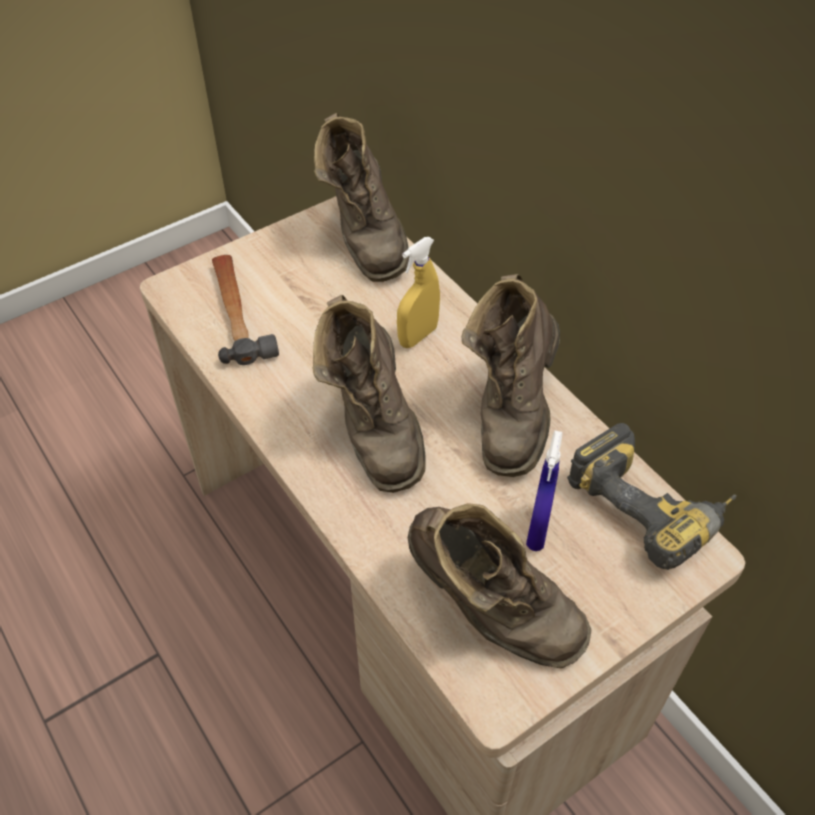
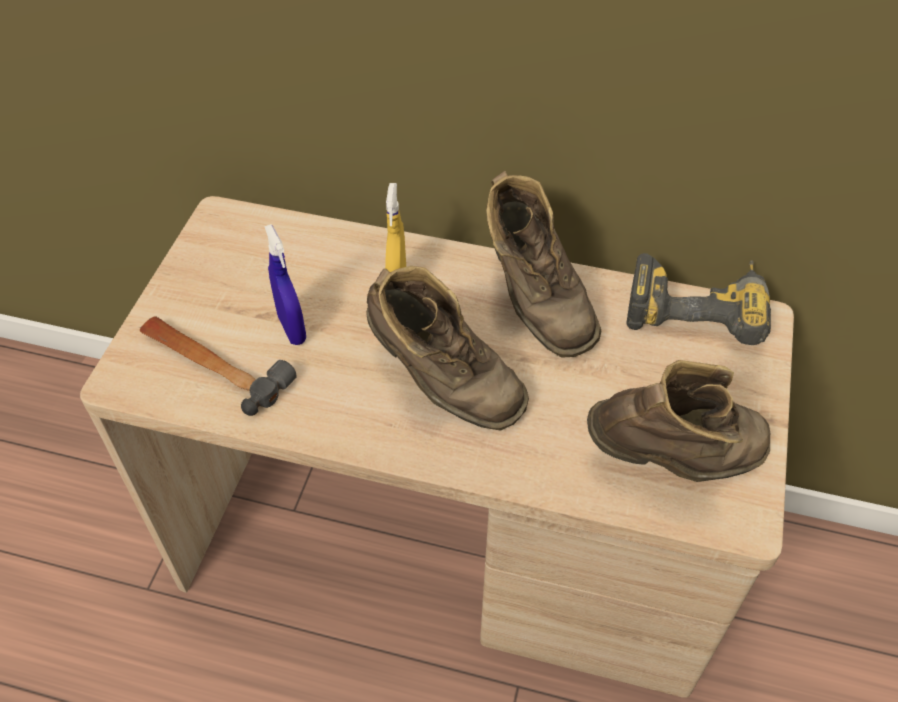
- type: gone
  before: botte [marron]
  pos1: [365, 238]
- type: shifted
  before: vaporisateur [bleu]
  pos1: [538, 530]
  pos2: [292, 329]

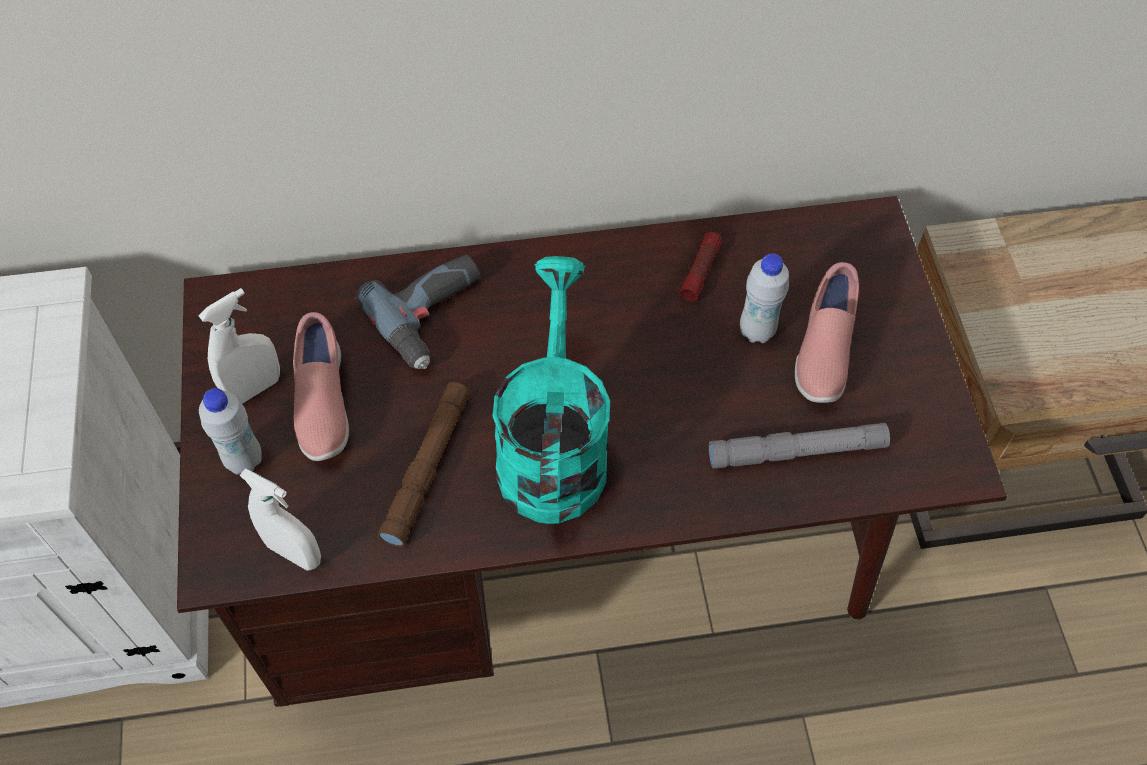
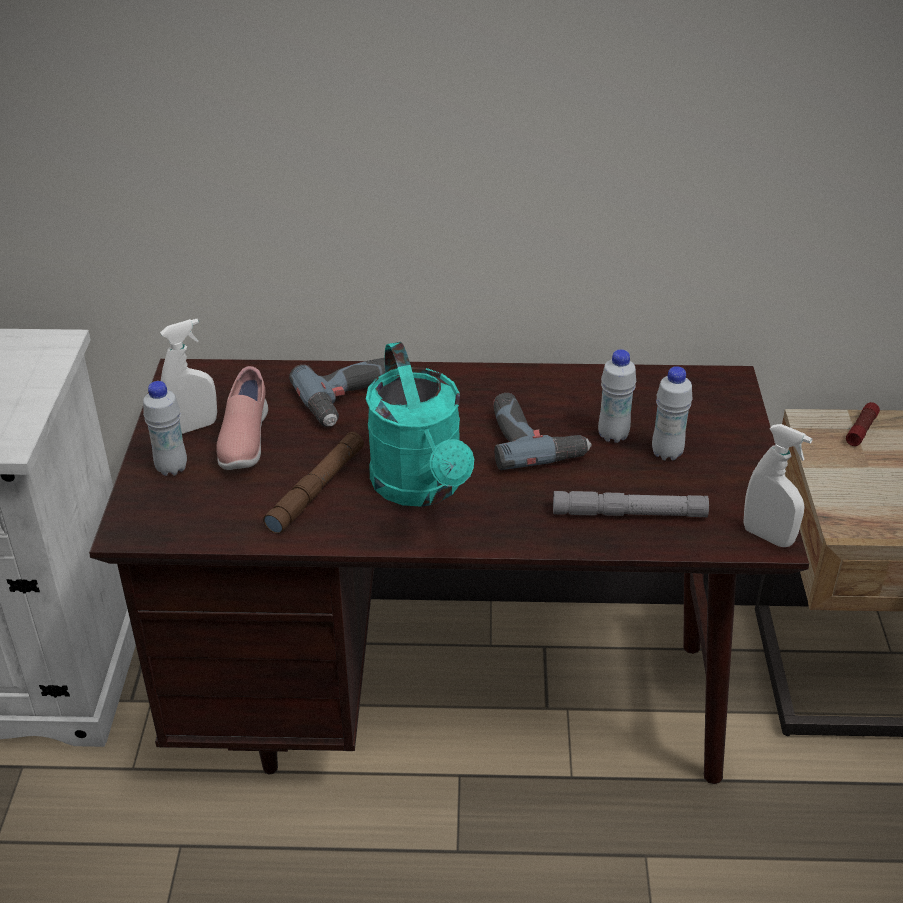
- type: shifted
  before: vaporisateur [blanc]
  pos1: [294, 553]
  pos2: [767, 536]
- type: rotated
  before: arrosoir [turquoise]
  pos1: [552, 447]
  pos2: [422, 488]
  turn: 150
- type: shifted
  before: lampe de poche
  pos1: [700, 272]
  pos2: [861, 430]
- type: swapped
  before: chaussure [rose]
  after: bouteille [blanc]
  pos1: [823, 350]
  pos2: [667, 453]
- type: new
  after: perceuse
  pos2: [533, 439]

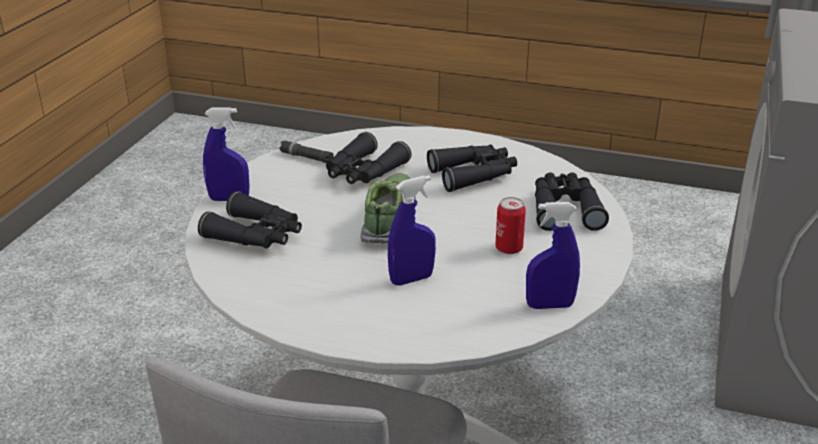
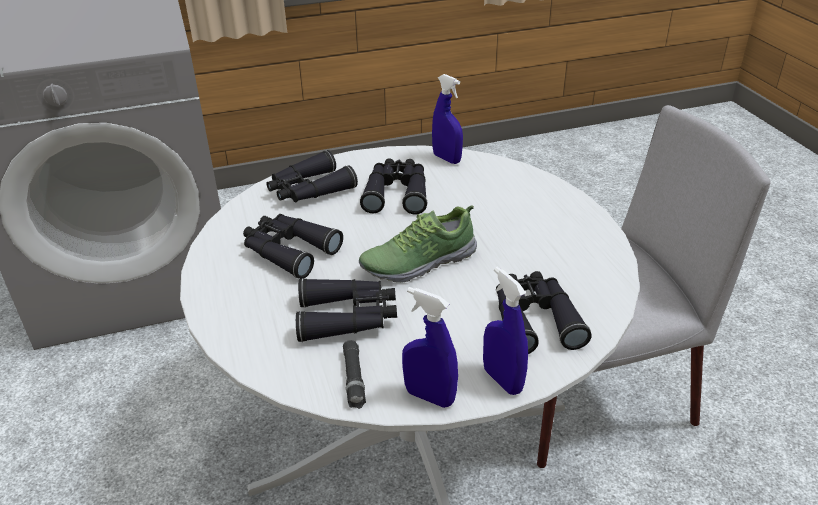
- type: shifted
  before: vaporisateur [bleu]
  pos1: [411, 279]
  pos2: [429, 397]
- type: swapped
  before: boîte métallique
  after: jumelles [noir]
  pos1: [508, 248]
  pos2: [396, 193]

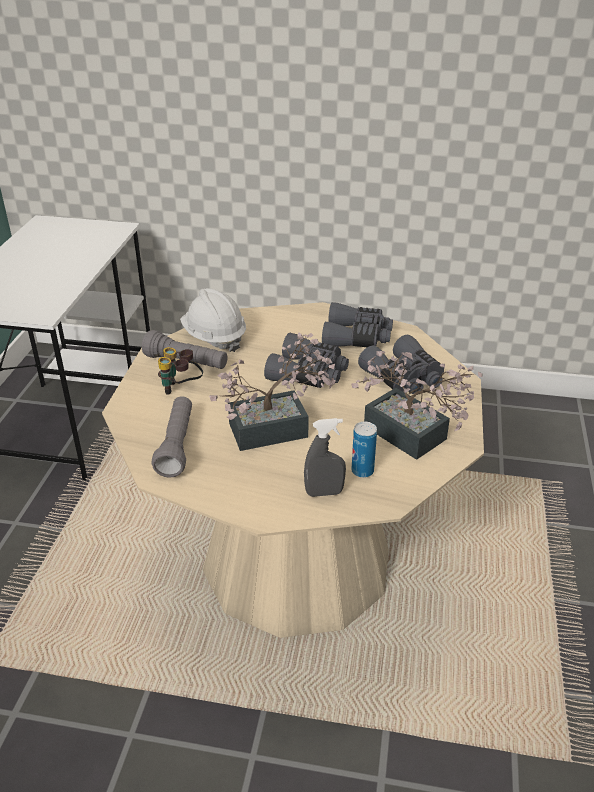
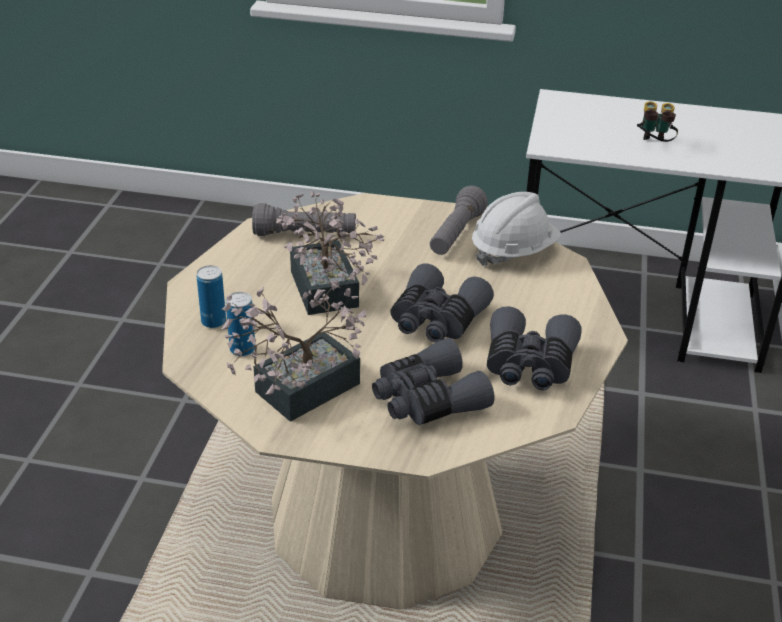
- type: shifted
  before: jumelles
  pos1: [181, 389]
  pos2: [653, 145]
- type: swapped
  before: vaporisateur [gris]
  after: boîte métallique
  pos1: [324, 493]
  pos2: [213, 322]

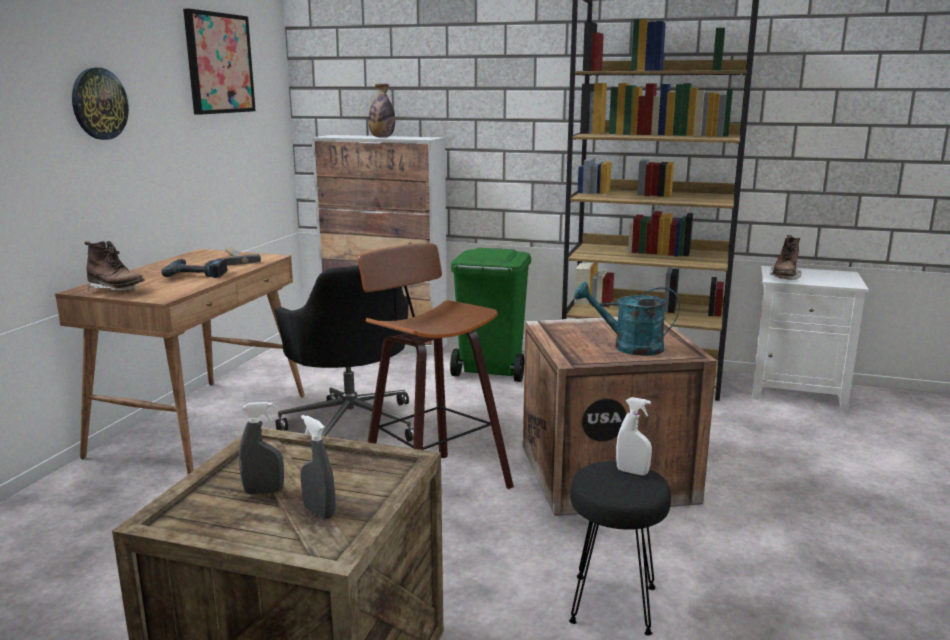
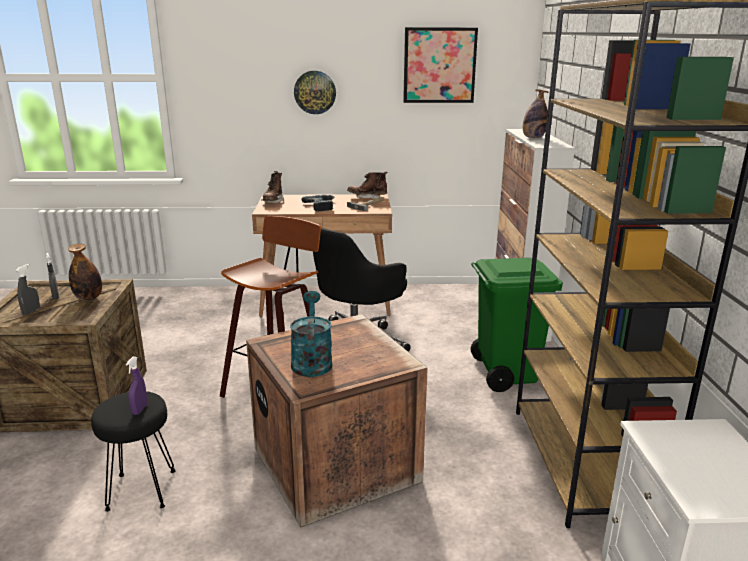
- type: repainted
  before: vaporisateur [blanc]
  after: vaporisateur [violet]
  pos1: [632, 472]
  pos2: [139, 410]
- type: shifted
  before: botte [marron]
  pos1: [784, 277]
  pos2: [367, 197]
- type: new
  after: bouteille
  pos2: [89, 298]

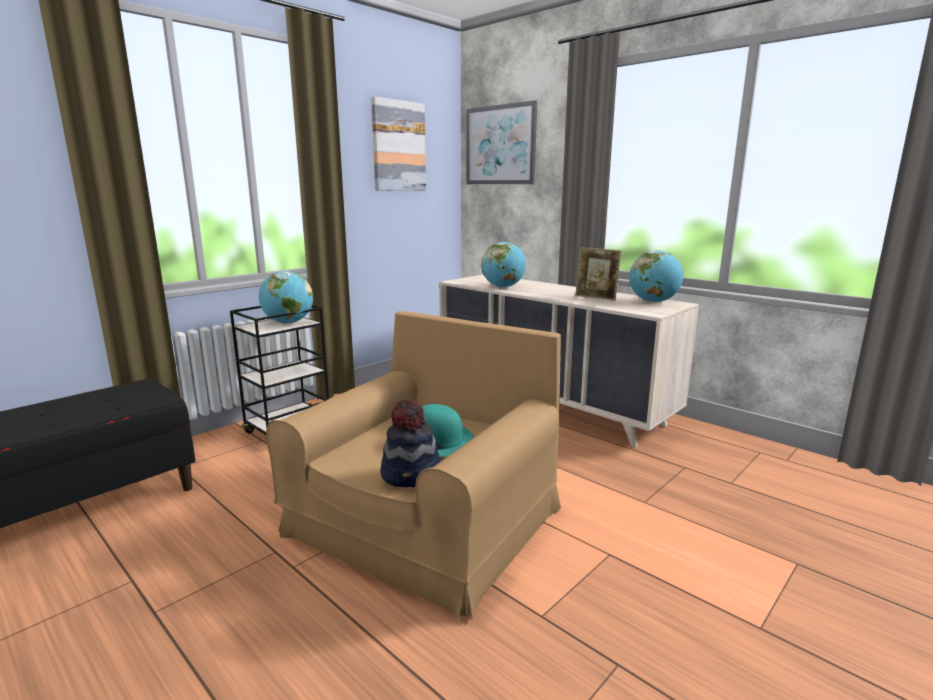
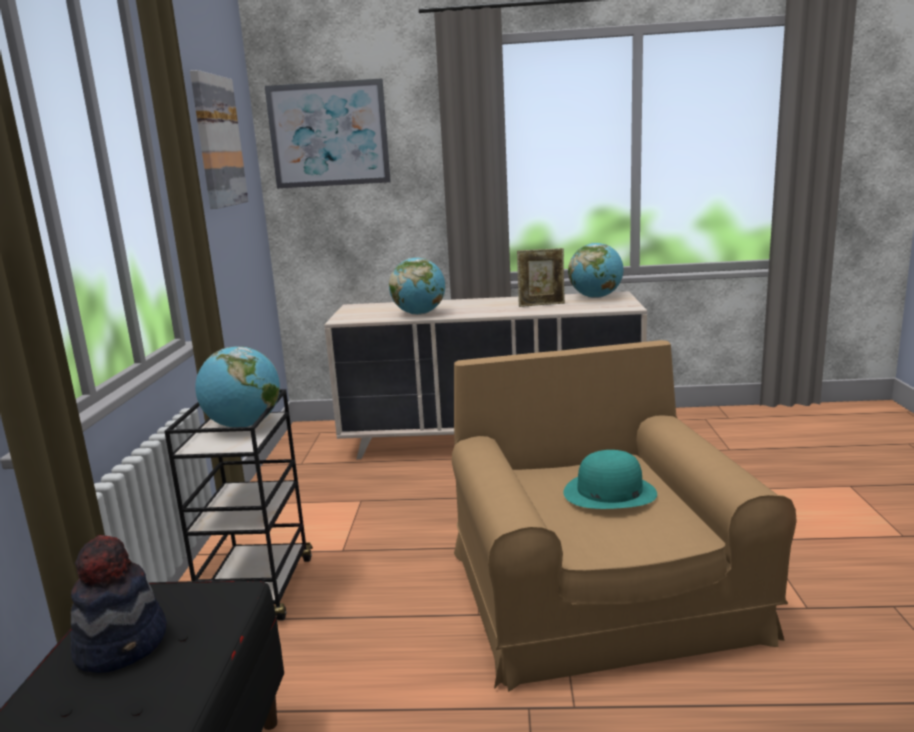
- type: shifted
  before: chapeau
  pos1: [412, 474]
  pos2: [123, 644]

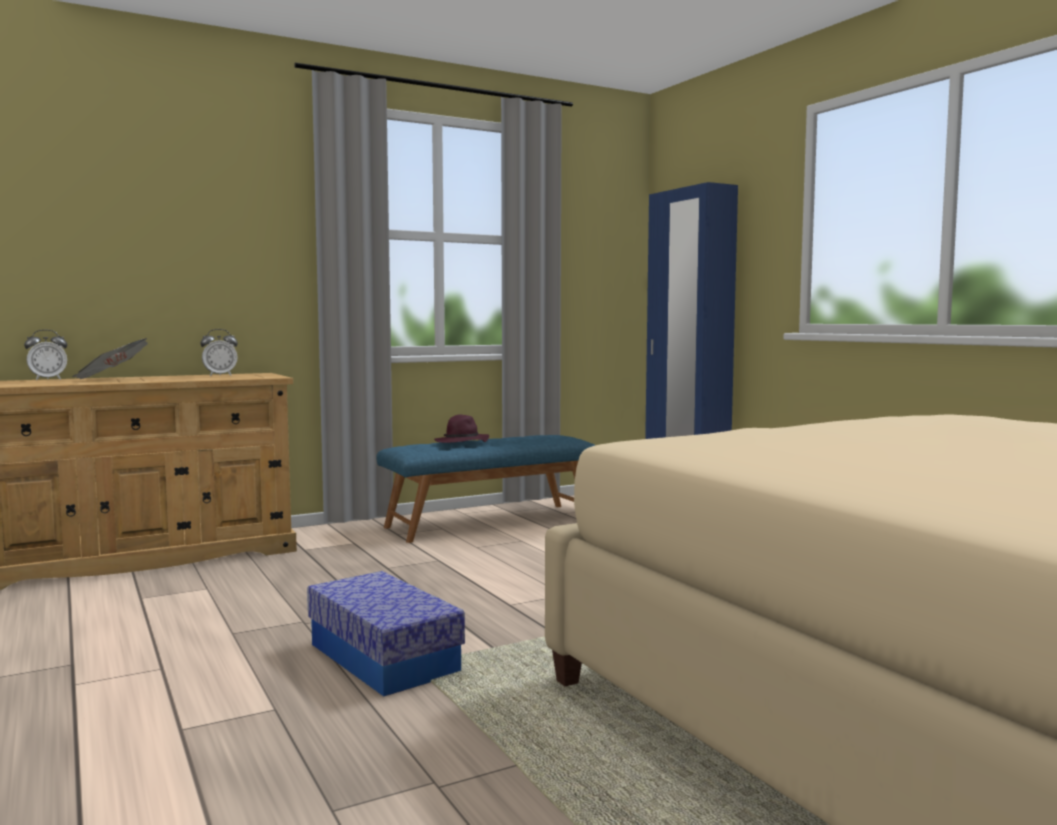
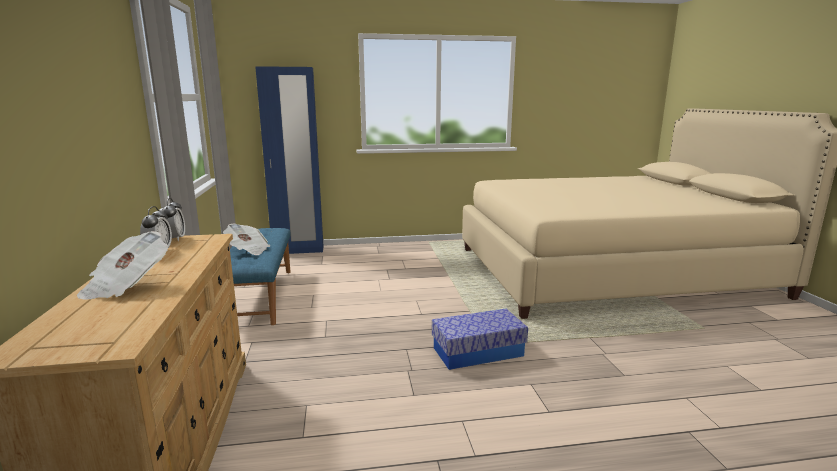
- type: shifted
  before: réveil
  pos1: [48, 379]
  pos2: [175, 239]
- type: swapped
  before: chapeau [violet]
  after: journal
  pos1: [461, 443]
  pos2: [248, 250]

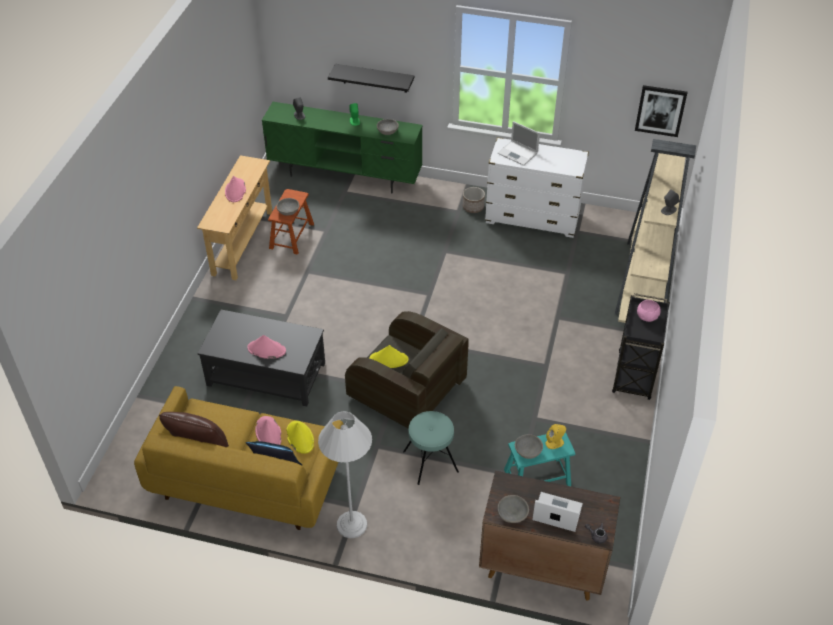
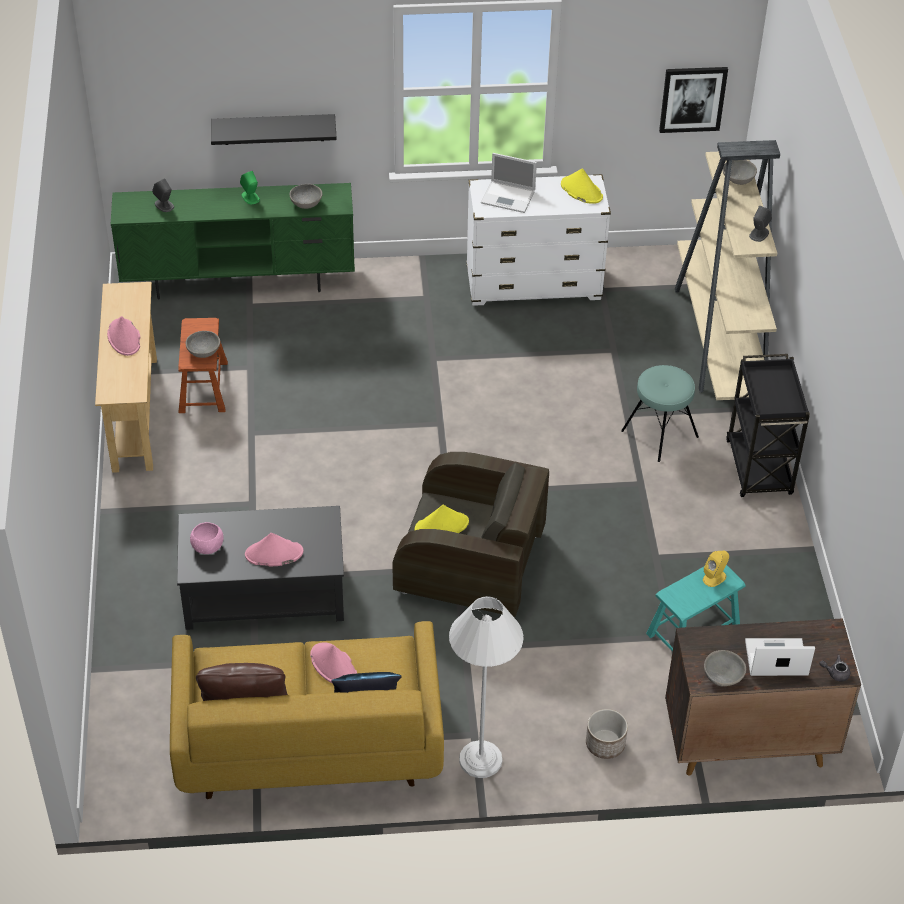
- type: shifted
  before: chapeau [jaune]
  pos1: [300, 437]
  pos2: [581, 191]
- type: shifted
  before: tabouret [turquoise]
  pos1: [430, 461]
  pos2: [660, 434]
- type: shifted
  before: cache-pot
  pos1: [473, 207]
  pos2: [605, 744]
- type: shifted
  before: bol [gris]
  pos1: [527, 451]
  pos2: [737, 179]
- type: shifted
  before: bol [rose]
  pos1: [647, 317]
  pos2: [208, 546]

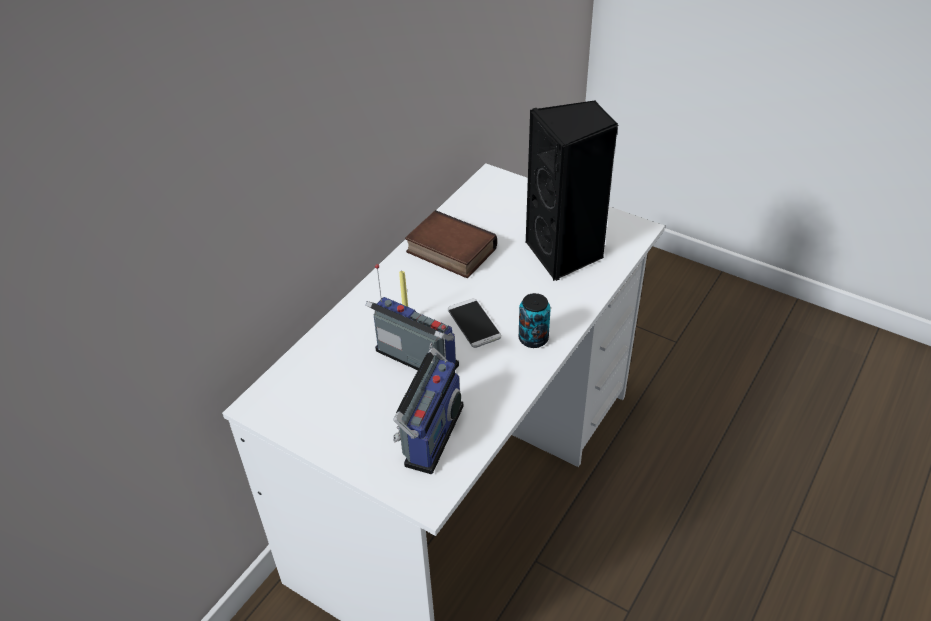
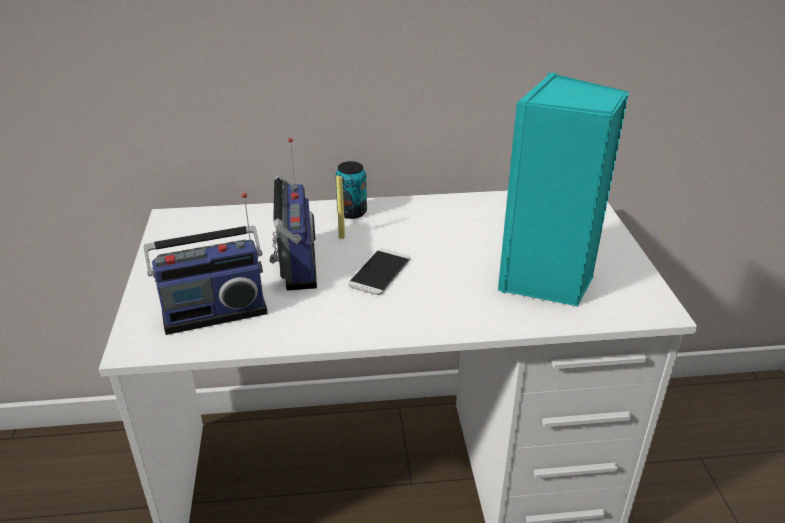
- type: gone
  before: livre
  pos1: [448, 251]
- type: shifted
  before: boîte métallique
  pos1: [533, 339]
  pos2: [352, 212]
- type: repainted
  before: enceinte [noir]
  after: enceinte [turquoise]
  pos1: [566, 254]
  pos2: [546, 281]

